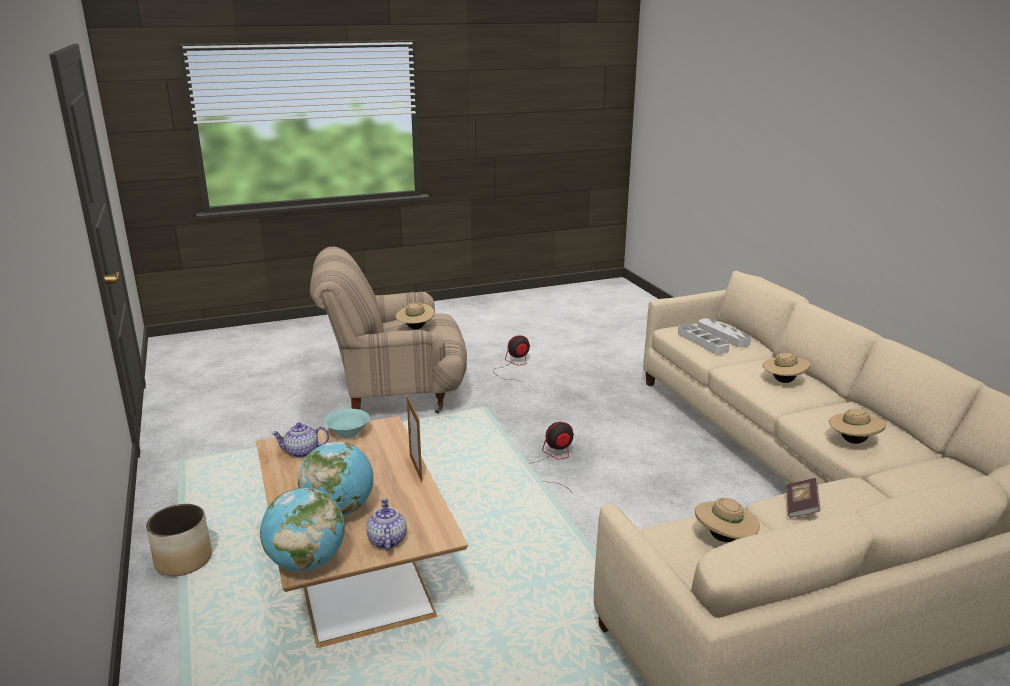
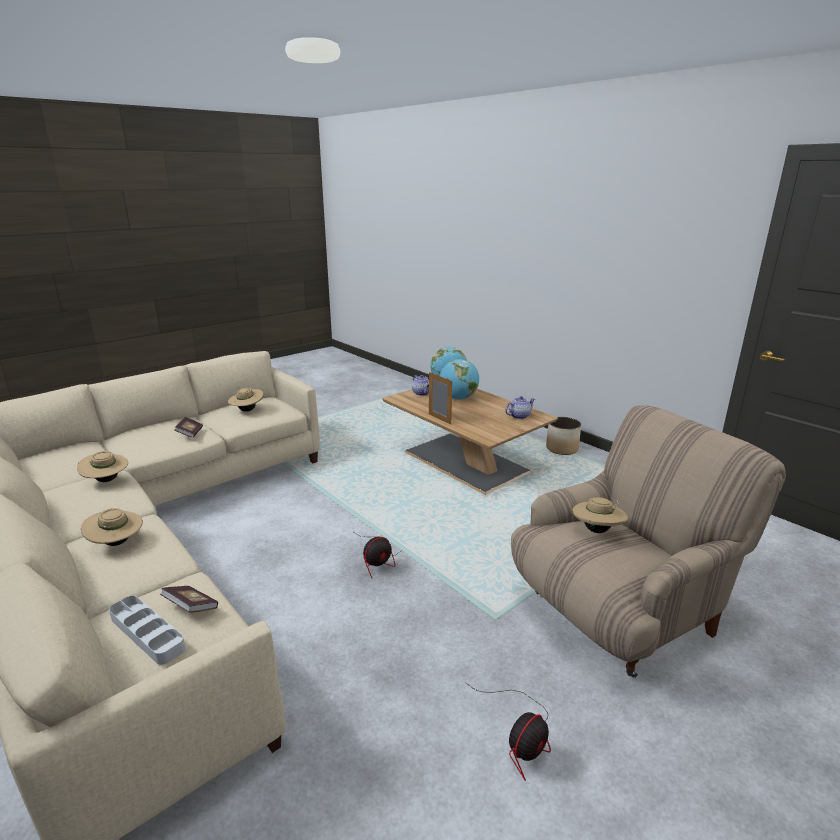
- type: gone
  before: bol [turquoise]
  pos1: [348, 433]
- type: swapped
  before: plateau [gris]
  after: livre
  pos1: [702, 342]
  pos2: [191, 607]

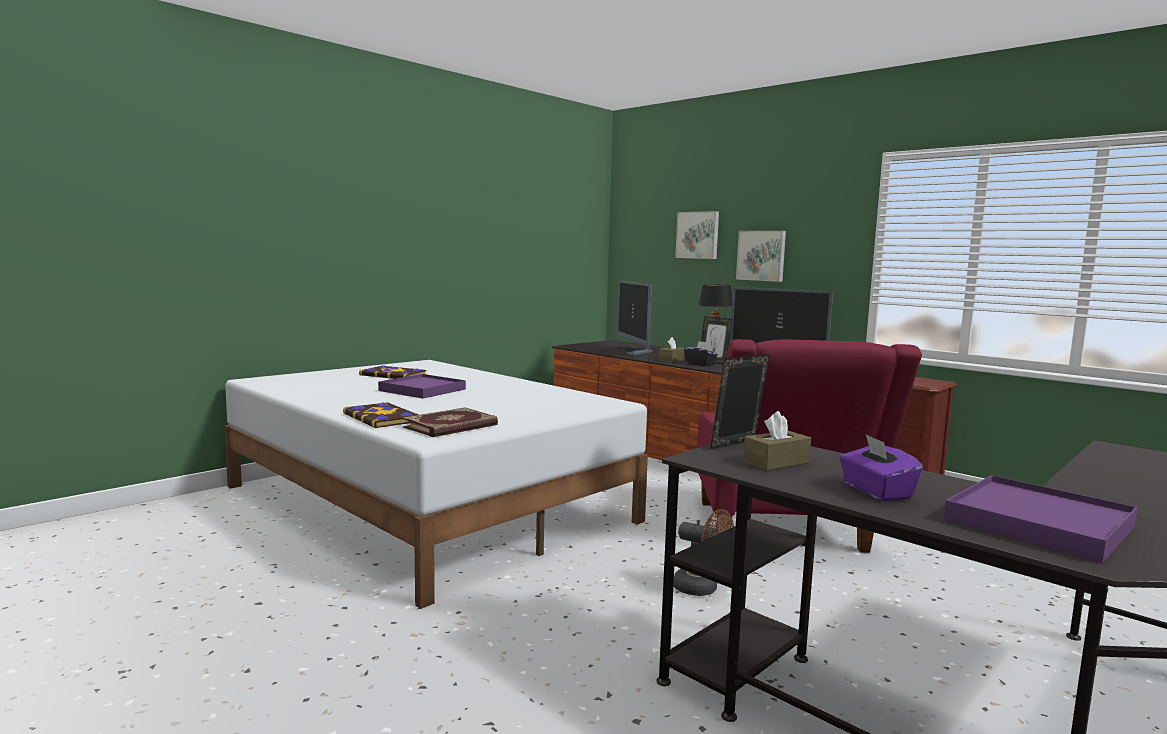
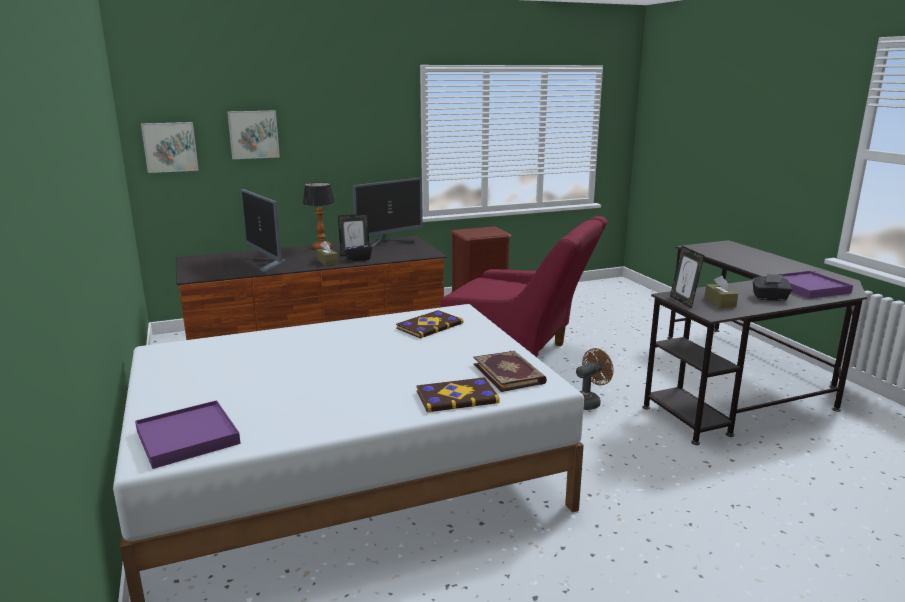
- type: shifted
  before: livre
  pos1: [393, 375]
  pos2: [429, 326]
- type: shifted
  before: plateau [violet]
  pos1: [422, 390]
  pos2: [187, 437]
- type: rotated
  before: écran d'ordinateur
  pos1: [635, 352]
  pos2: [267, 263]
  turn: 45
- type: shifted
  before: tableau
  pos1: [761, 255]
  pos2: [170, 147]
- type: repainted
  before: boîte à mouchoirs [violet]
  after: boîte à mouchoirs [noir]
  pos1: [876, 492]
  pos2: [770, 298]

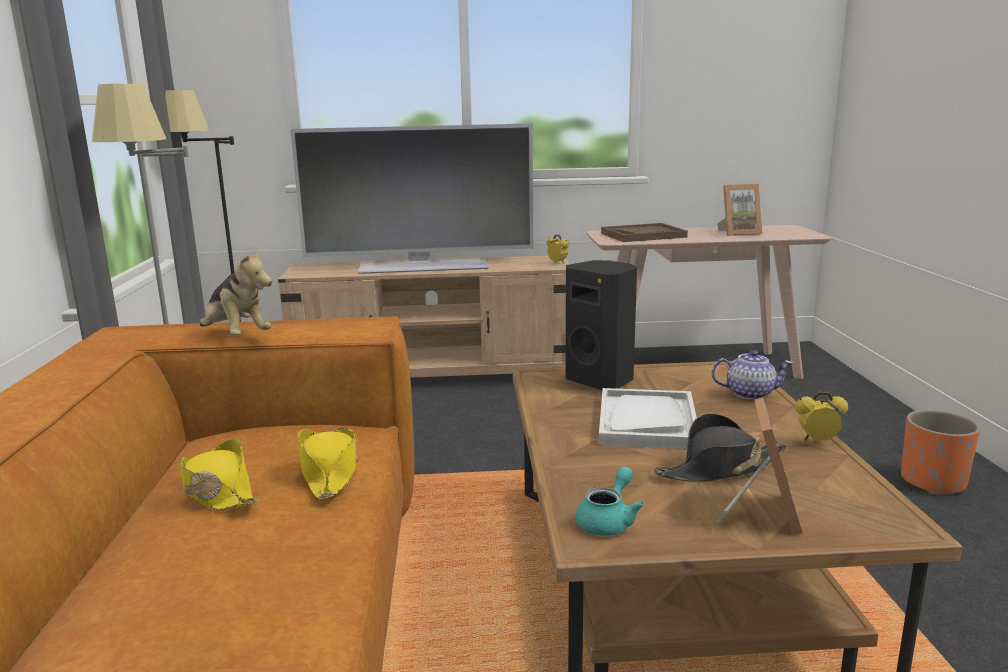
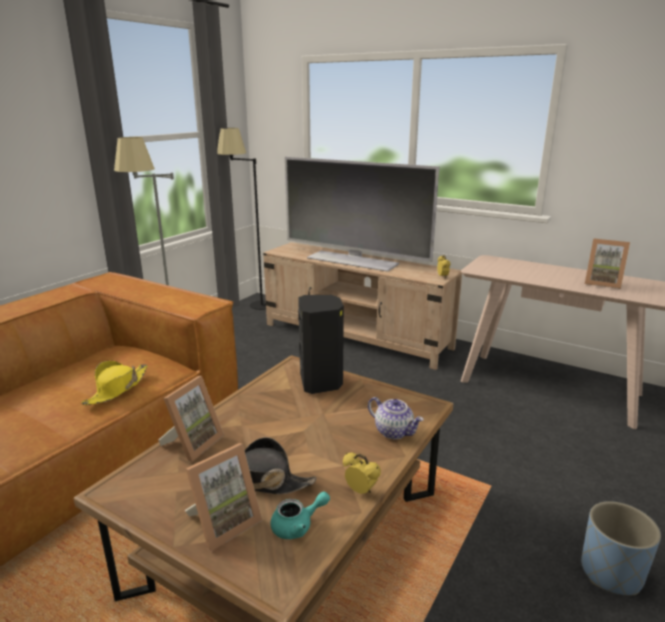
- type: gone
  before: chapeau [jaune]
  pos1: [217, 492]
- type: gone
  before: peluche
  pos1: [236, 336]
- type: shifted
  before: théière [turquoise]
  pos1: [608, 521]
  pos2: [298, 526]
- type: gone
  before: plateau [blanc]
  pos1: [647, 421]
- type: gone
  before: plateau [marron]
  pos1: [643, 235]
- type: repainted
  before: cache-pot [orange]
  after: cache-pot [bleu]
  pos1: [933, 482]
  pos2: [611, 573]
- type: new
  after: cadre photo
  pos2: [193, 443]

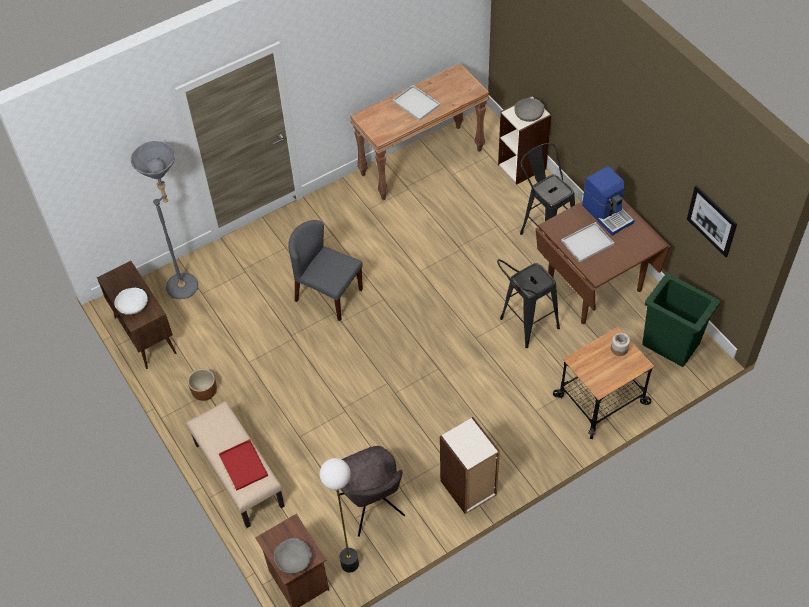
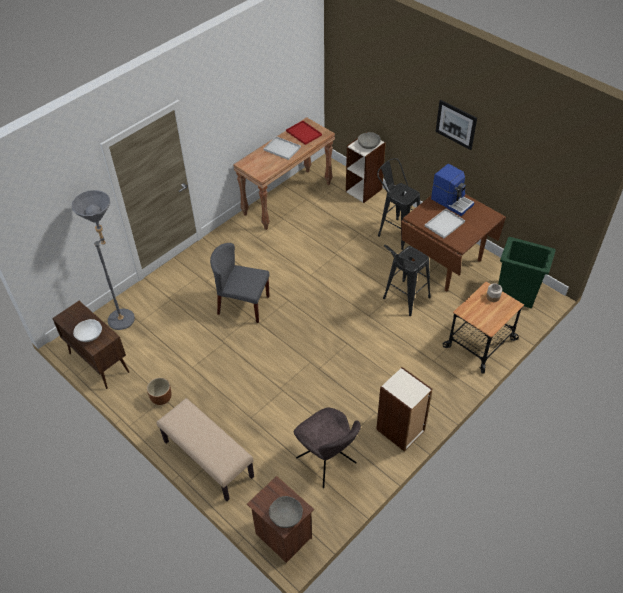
- type: shifted
  before: plateau [rouge]
  pos1: [242, 464]
  pos2: [303, 133]
- type: gone
  before: lampadaire
  pos1: [350, 564]
- type: shifted
  before: tableau
  pos1: [711, 221]
  pos2: [456, 124]

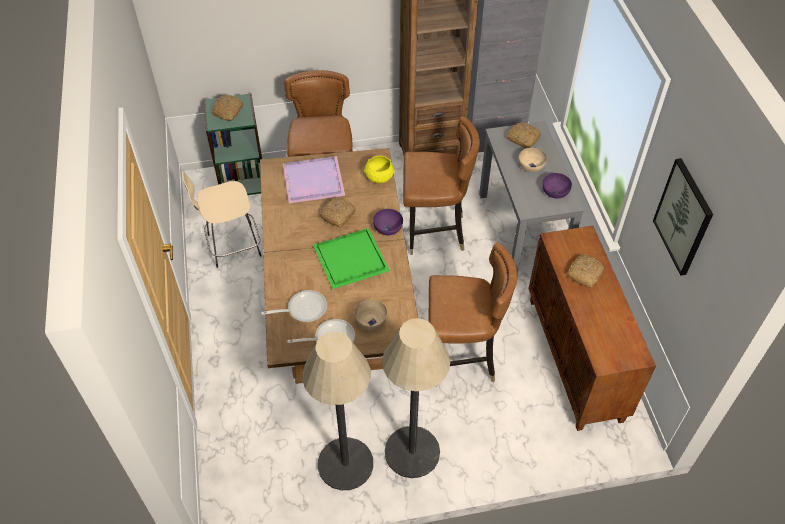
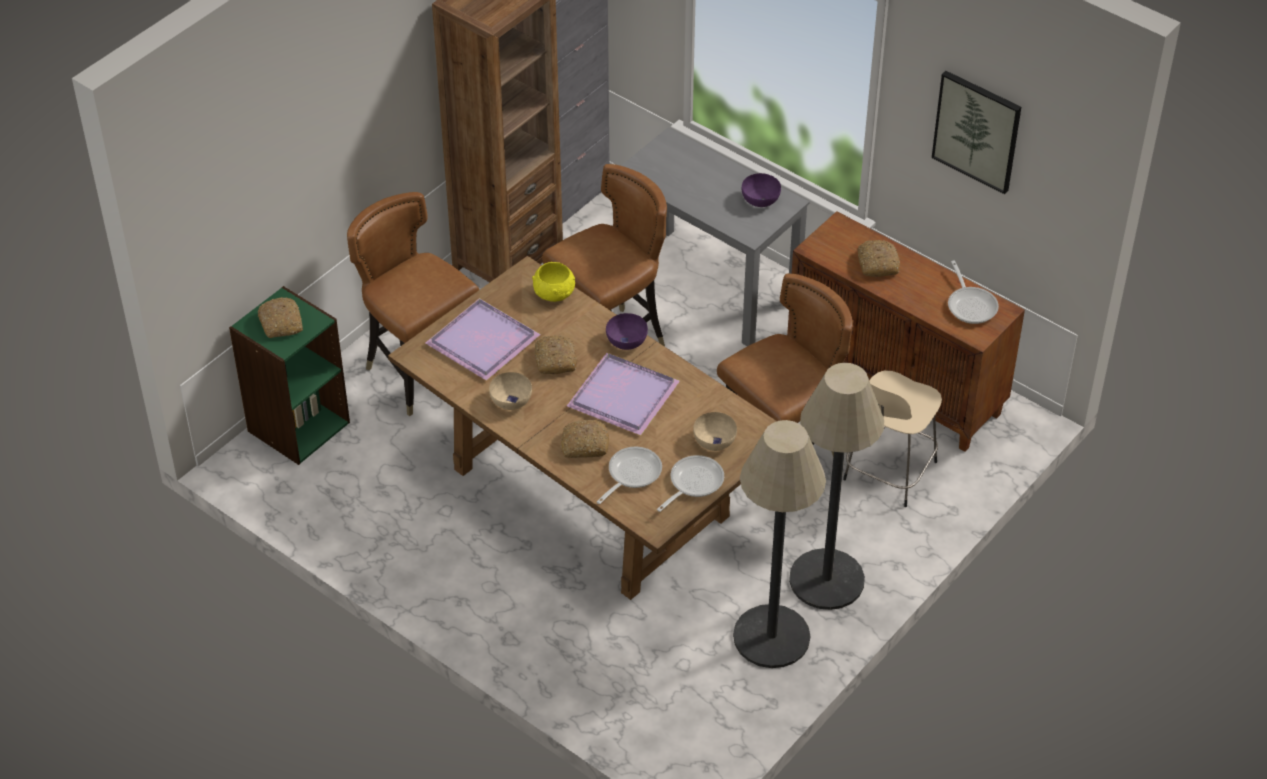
- type: shifted
  before: tabouret [beige]
  pos1: [231, 246]
  pos2: [888, 473]
- type: repainted
  before: plateau [vert]
  after: plateau [violet]
  pos1: [350, 260]
  pos2: [624, 397]
- type: shifted
  before: pain
  pos1: [522, 138]
  pos2: [584, 445]
- type: shifted
  before: bol [beige]
  pos1: [530, 166]
  pos2: [510, 400]
- type: new
  after: poêle
  pos2: [971, 305]

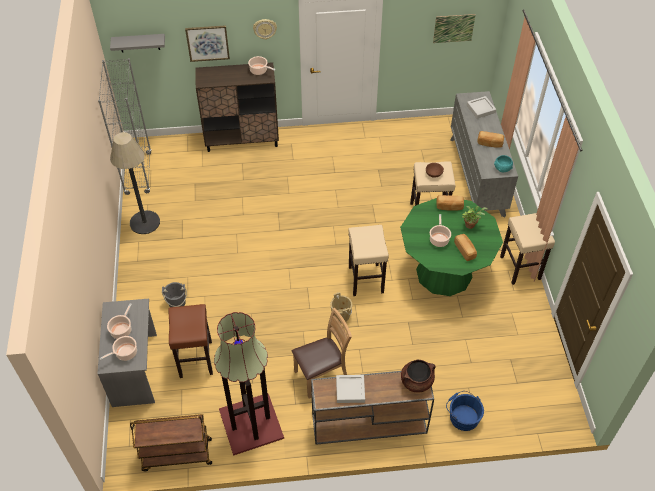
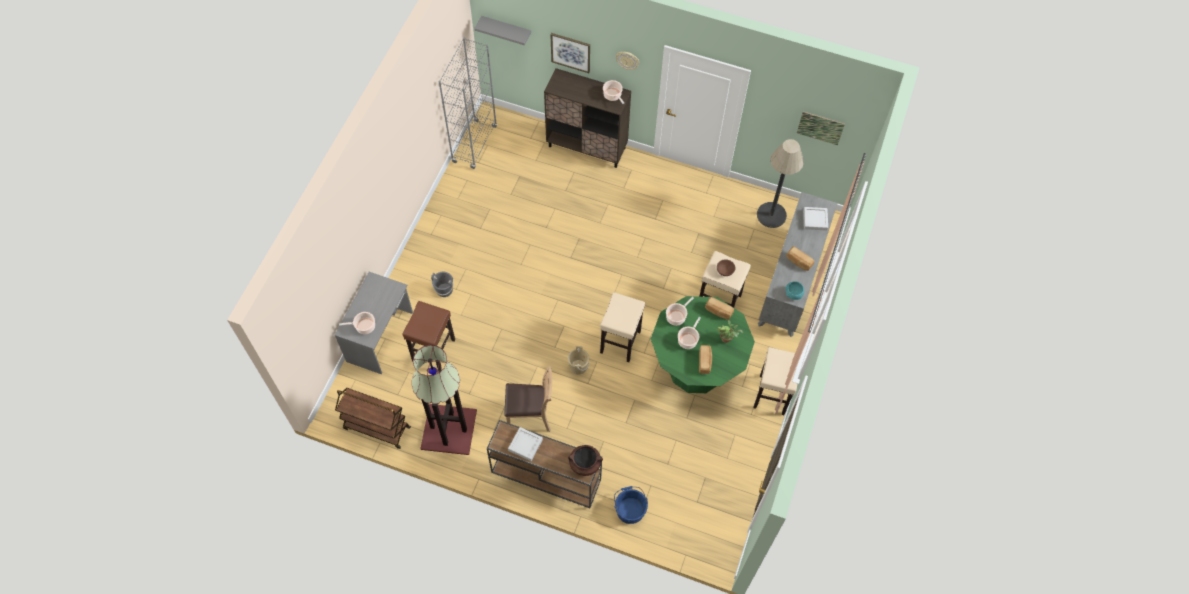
- type: shifted
  before: marmite
  pos1: [122, 330]
  pos2: [676, 317]
- type: shifted
  before: lampadaire
  pos1: [144, 222]
  pos2: [771, 215]

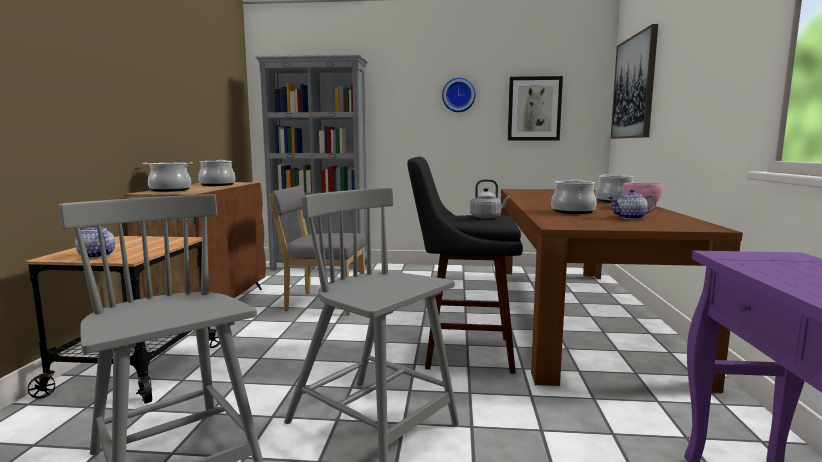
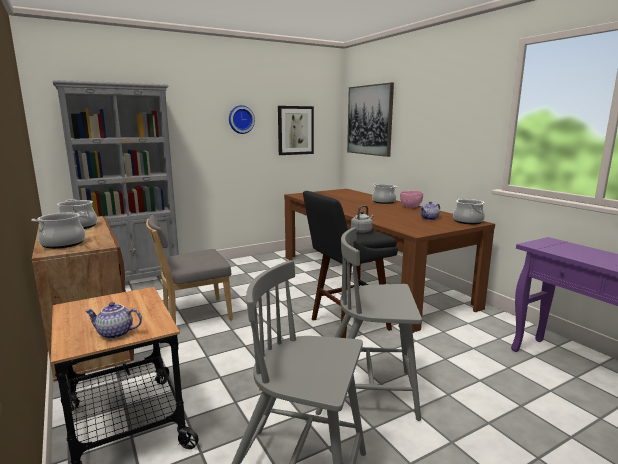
- type: shifted
  before: marmite
  pos1: [573, 211]
  pos2: [468, 221]

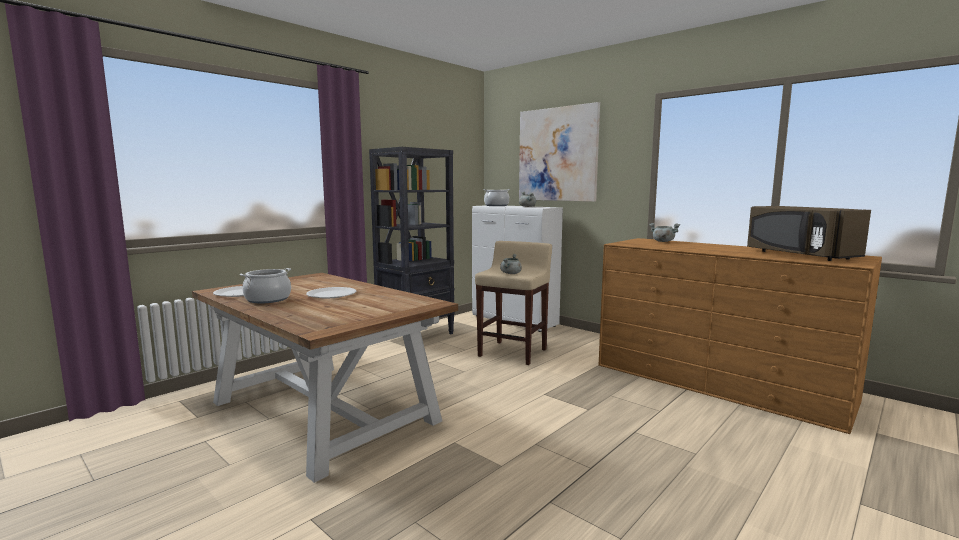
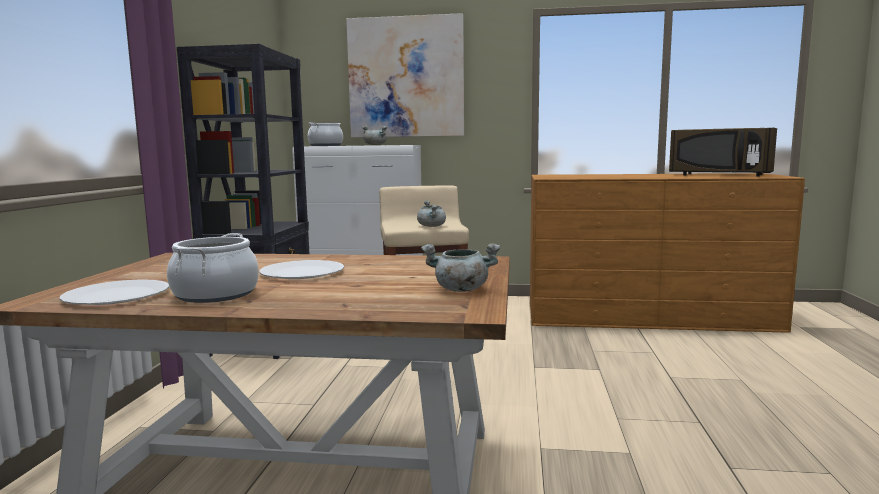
- type: shifted
  before: marmite [gris]
  pos1: [662, 241]
  pos2: [460, 289]

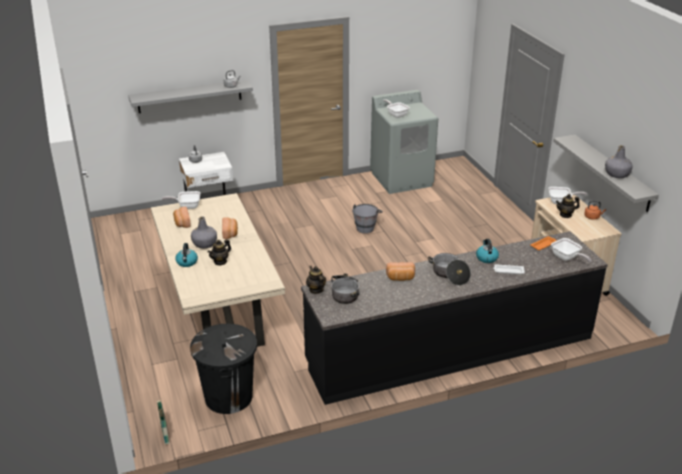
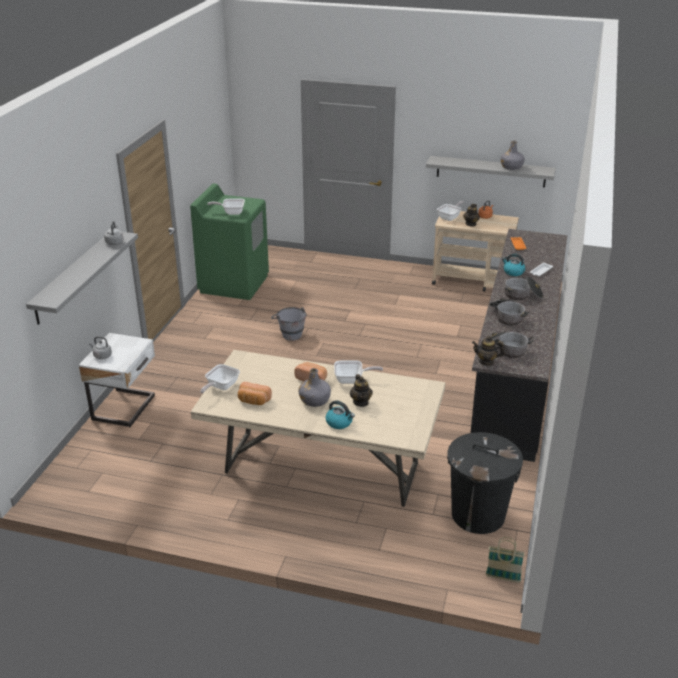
- type: repainted
  before: lave-linge [gris]
  after: lave-linge [vert]
  pos1: [402, 179]
  pos2: [234, 283]
- type: swapped
  before: pain
  after: marmite
  pos1: [400, 278]
  pos2: [506, 317]
- type: shifted
  before: poêle
  pos1: [567, 258]
  pos2: [352, 380]

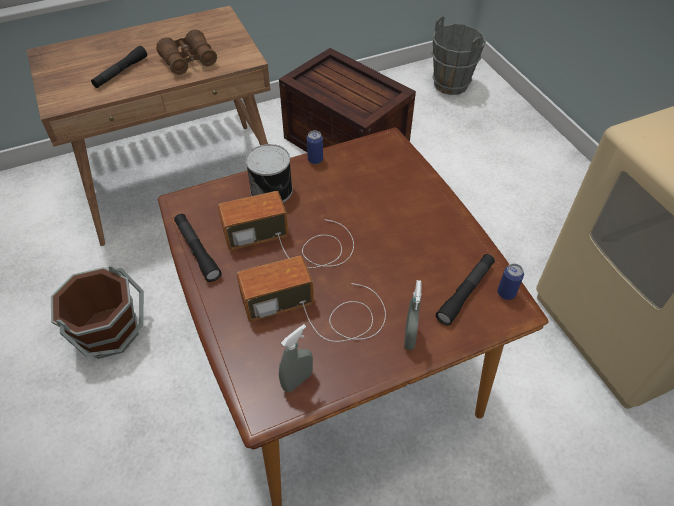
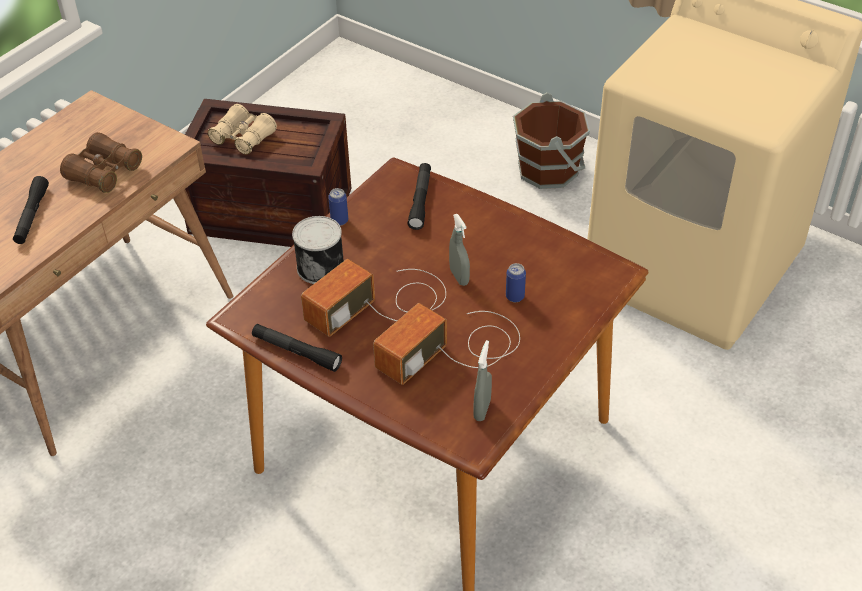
- type: shifted
  before: seau [marron]
  pos1: [110, 332]
  pos2: [549, 169]
- type: shifted
  before: vaporisateur [gris]
  pos1: [409, 337]
  pos2: [459, 277]
- type: gone
  before: seau [gris]
  pos1: [451, 84]
- type: shifted
  before: lampe de poche [noir]
  pos1: [465, 292]
  pos2: [420, 201]
- type: shifted
  before: boîte métallique
  pos1: [506, 293]
  pos2: [515, 296]
- type: new
  after: jumelles [beige]
  pos2: [243, 138]

